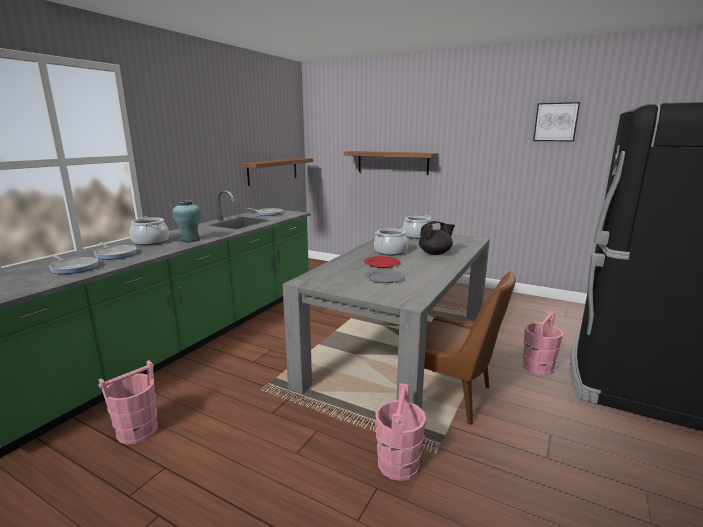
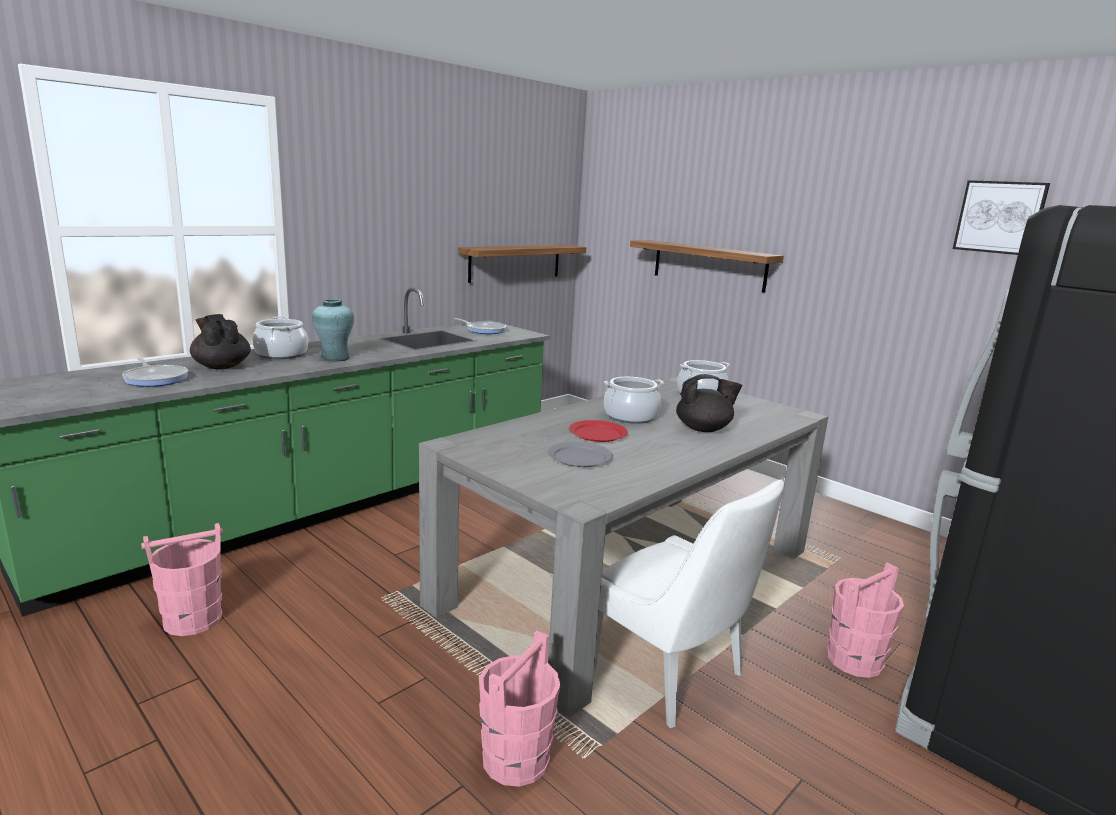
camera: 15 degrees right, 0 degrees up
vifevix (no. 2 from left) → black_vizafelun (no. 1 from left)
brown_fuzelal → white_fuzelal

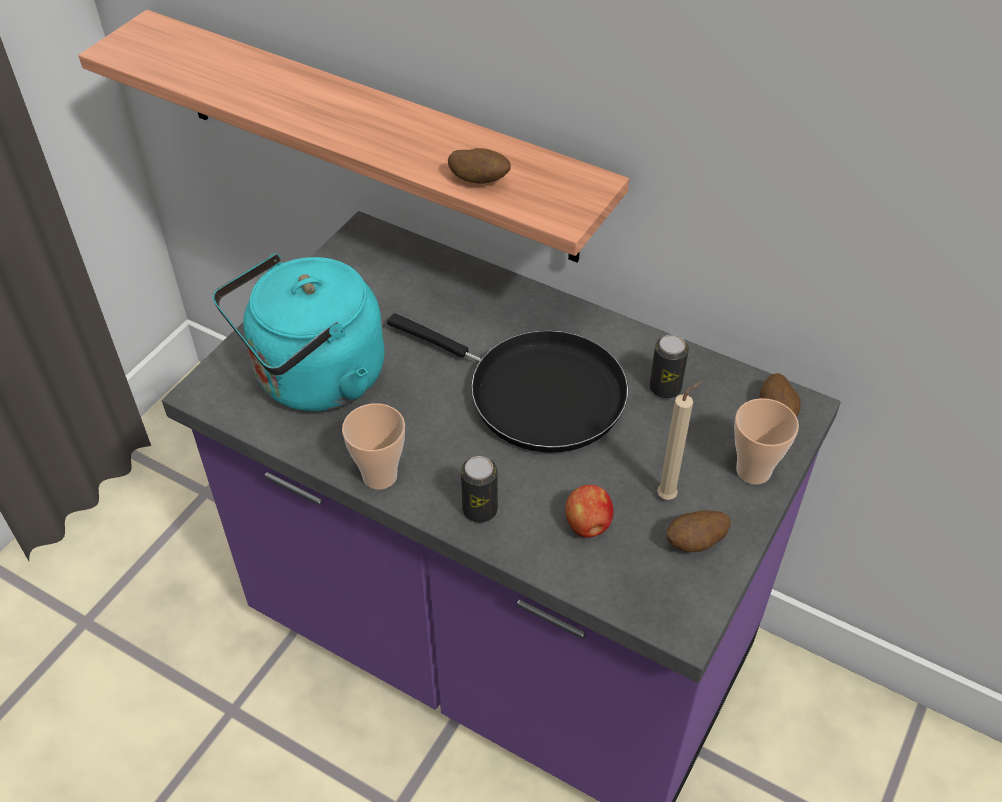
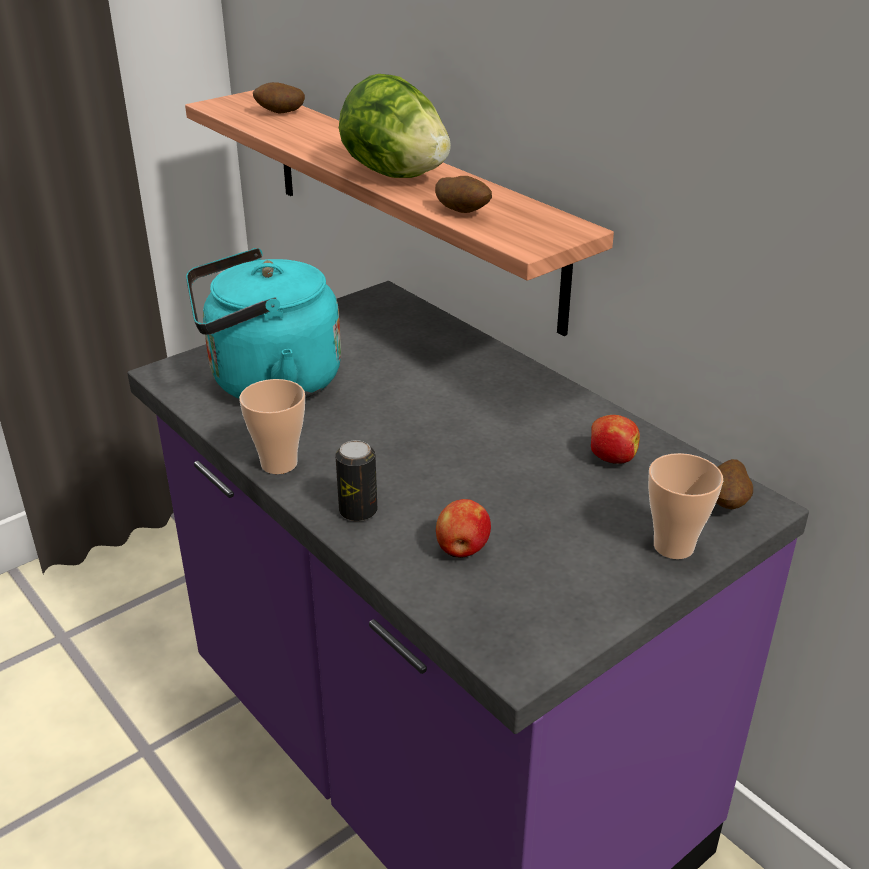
camera: 20 degrees right, 15 degrees down
black_vifevix → -
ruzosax (no. 2 from left) → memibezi (no. 2 from left)
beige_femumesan → -
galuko (no. 2 from left in the first image) → galuko (no. 1 from left), relocated
- → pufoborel

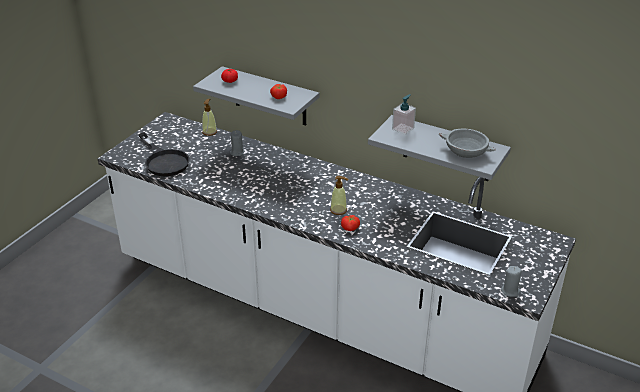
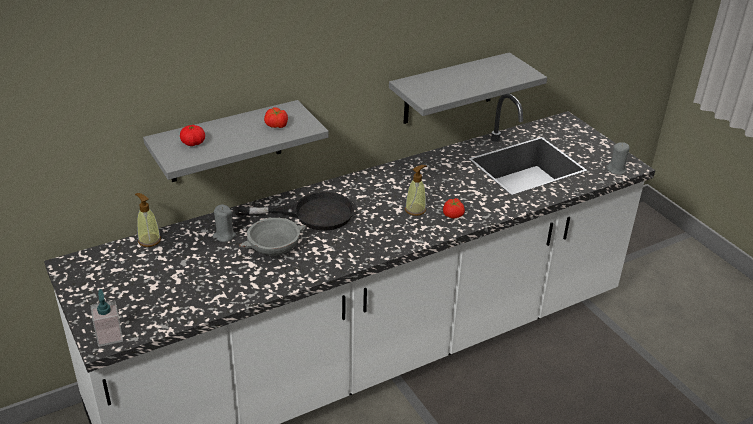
camera: 60 degrees left, 0 degrees up
black_vifevix, relocated
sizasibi (no. 3 from left in the first image) → sizasibi (no. 1 from left), relocated
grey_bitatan, relocated

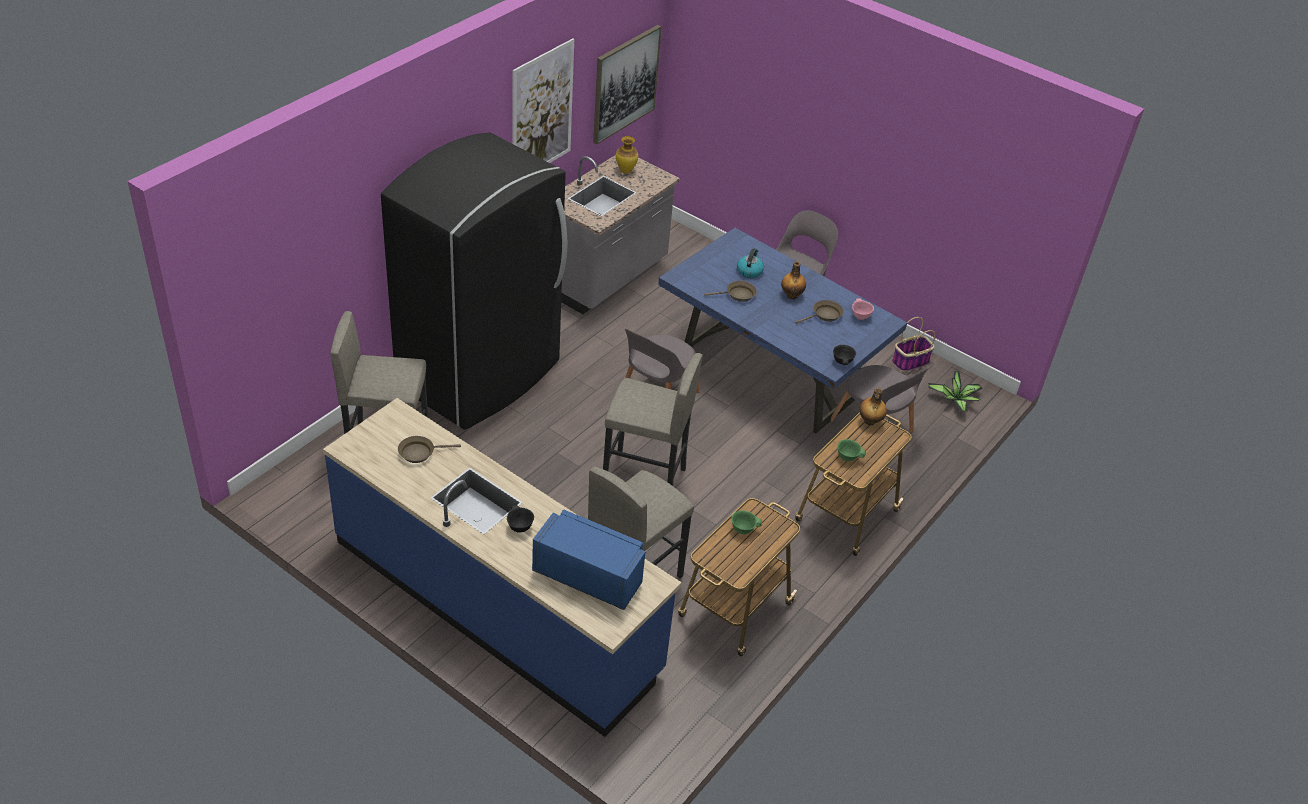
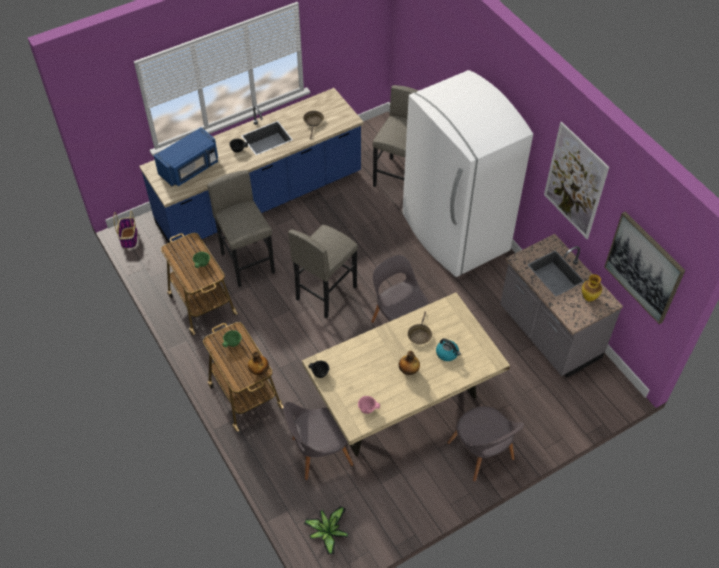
camera: 115 degrees right, 10 degrees up
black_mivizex → white_mivizex
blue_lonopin → beige_lonopin
brown_vifevix (no. 3 from left) → -
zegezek, relocated

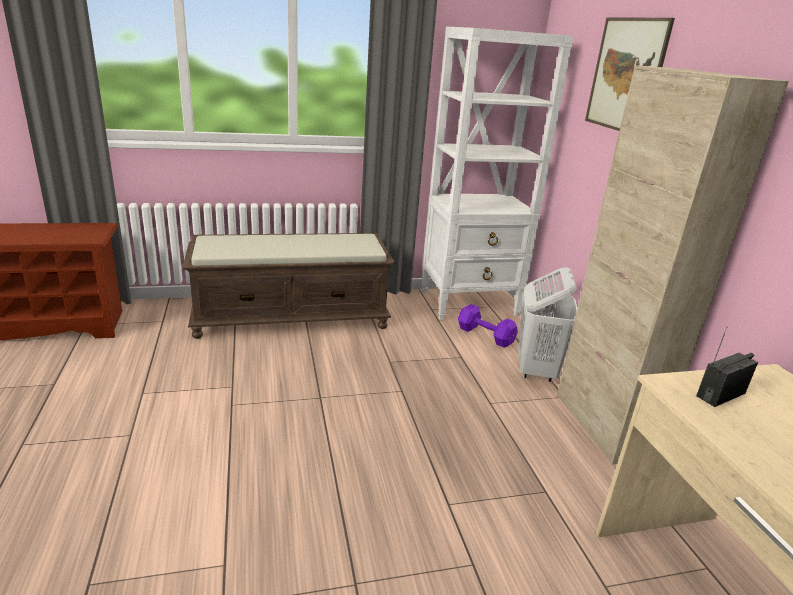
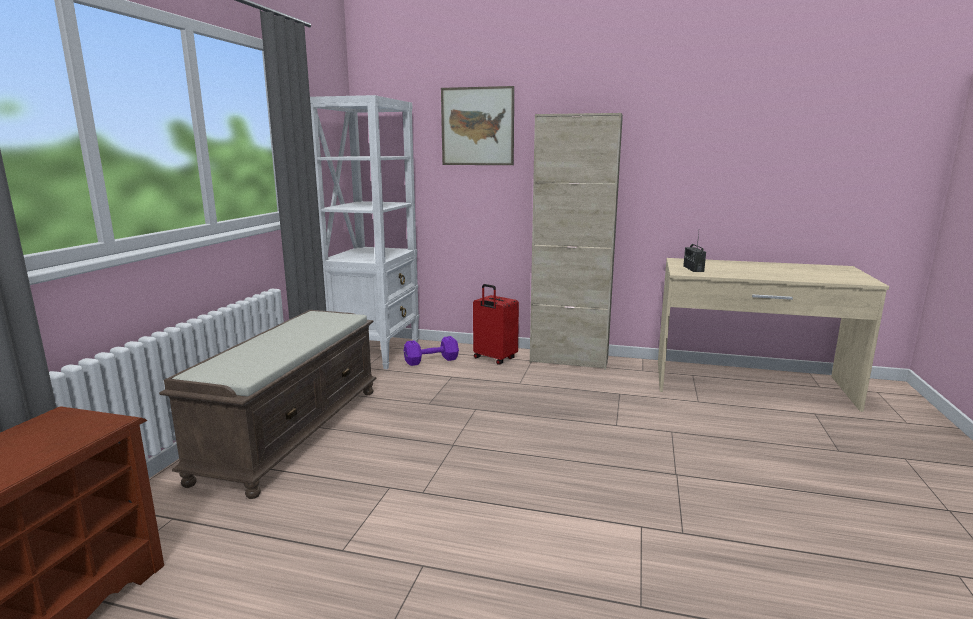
camera: 60 degrees left, 10 degrees down
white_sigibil → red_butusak

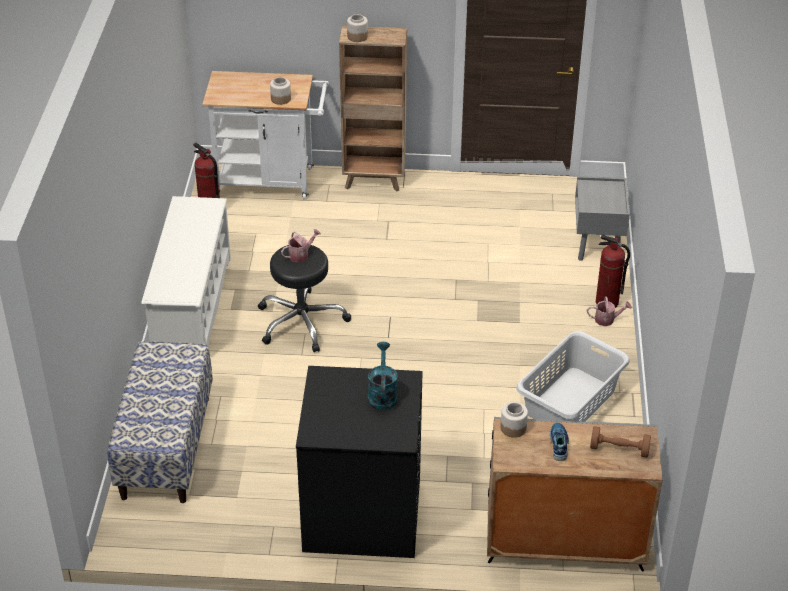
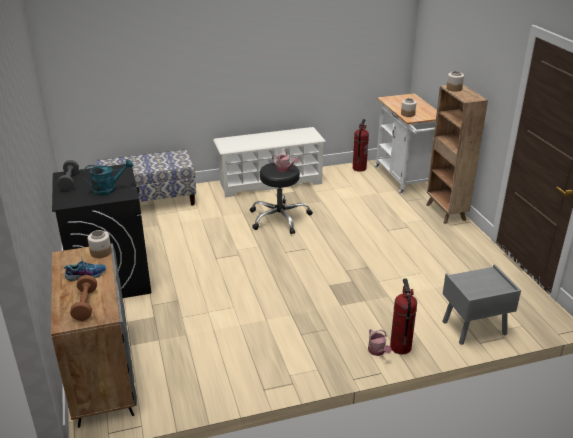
camera: 70 degrees right, 10 degrees down
grey_sigibil → -
- → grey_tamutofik

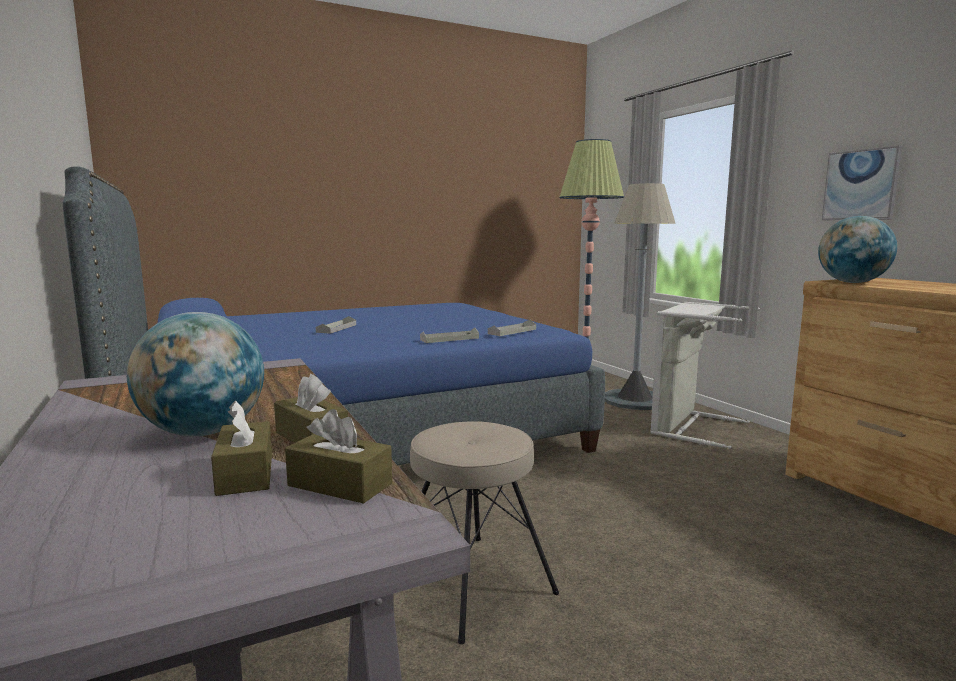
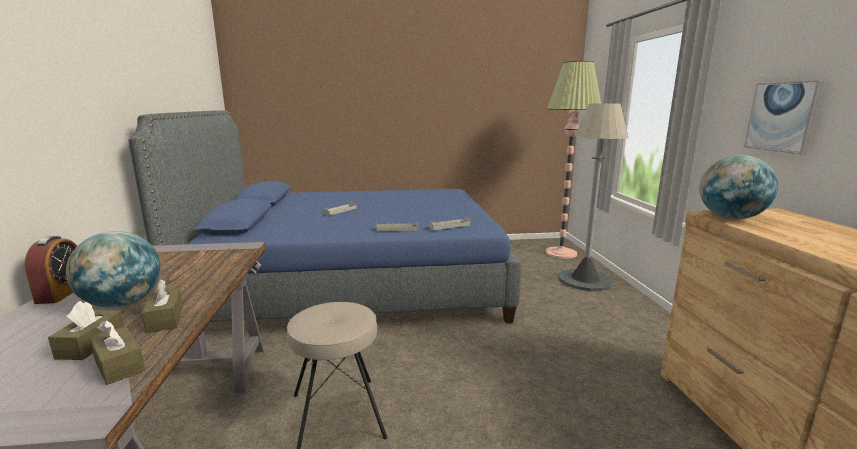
camera: 20 degrees right, 5 degrees up
grey_sigibil → -
- → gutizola

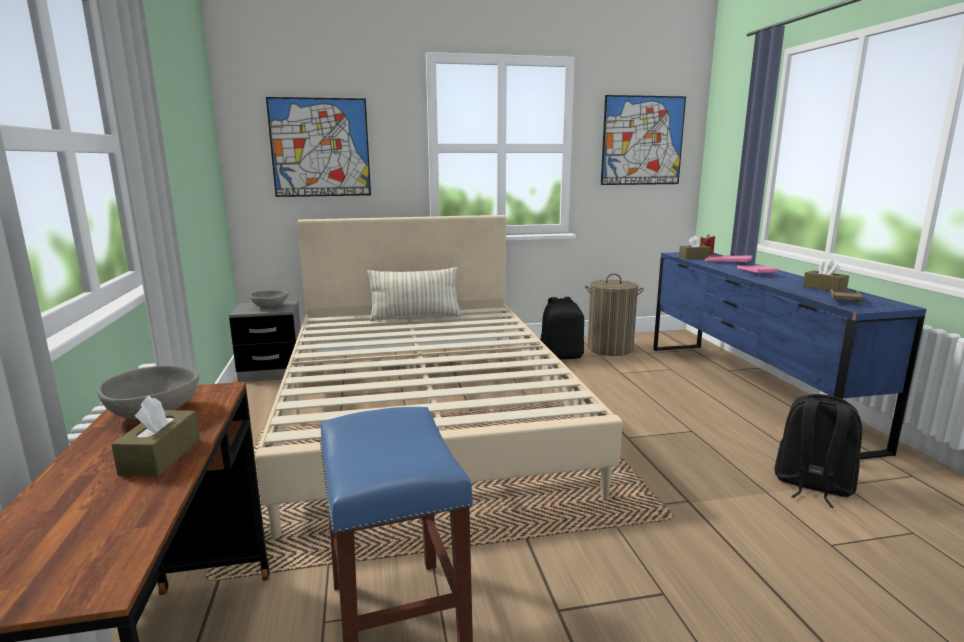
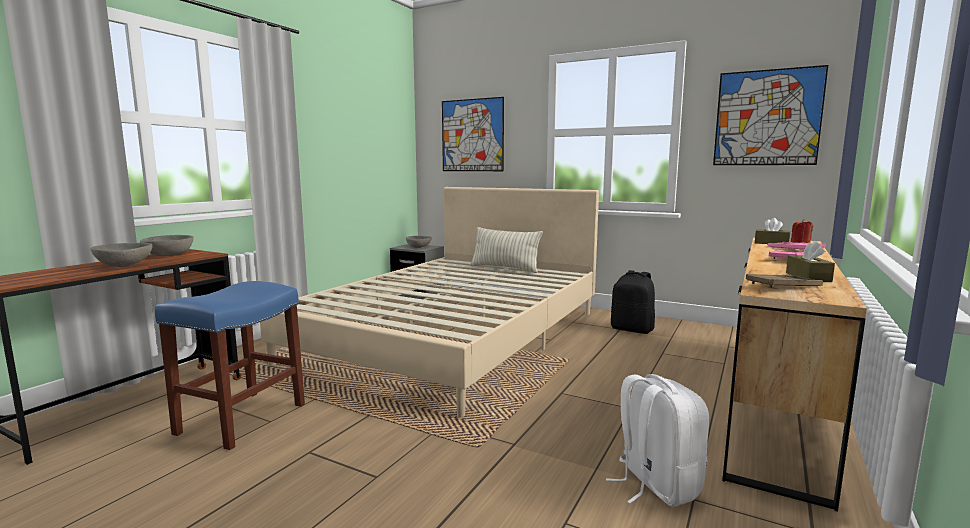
camera: 40 degrees right, 5 degrees down
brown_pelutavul (no. 1 from left) → grey_bitatan (no. 1 from left)
sigibil → -
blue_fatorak → brown_fatorak
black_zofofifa (no. 2 from left) → white_zofofifa

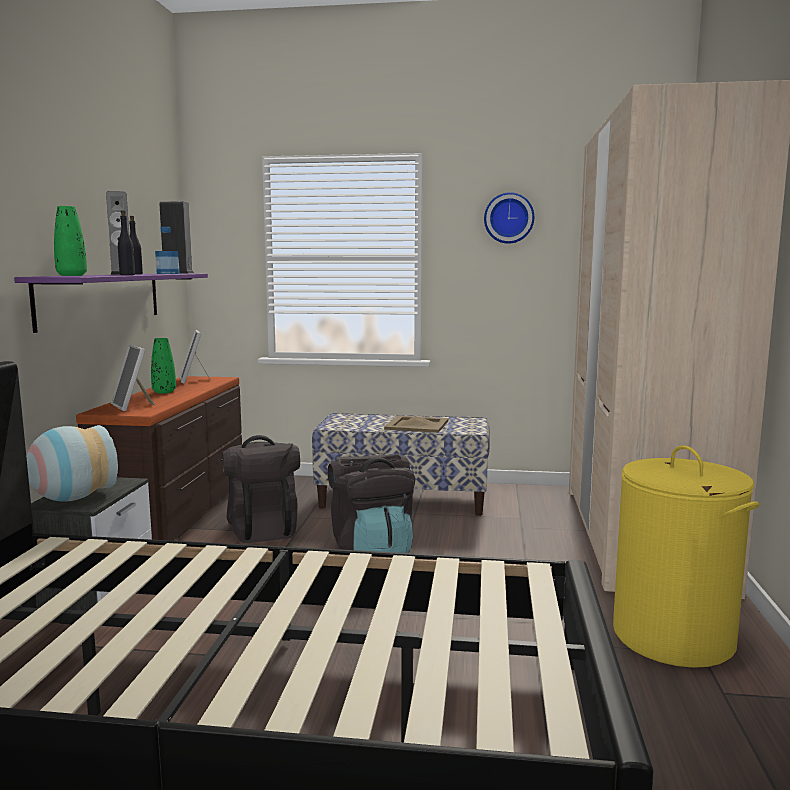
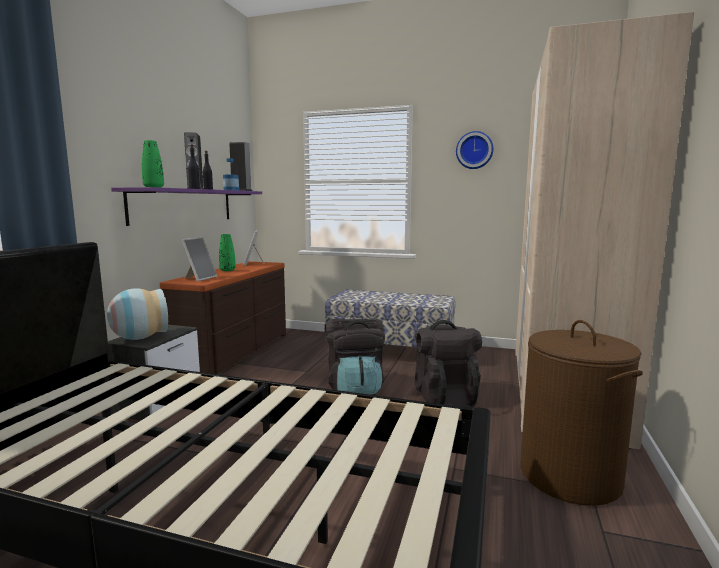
camera: 10 degrees right, 0 degrees up
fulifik (no. 1 from left), 135 degrees counterclockwise
black_zofofifa (no. 1 from left in the first image) → black_zofofifa (no. 2 from left), relocated
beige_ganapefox → -
yellow_sigibil → brown_sigibil

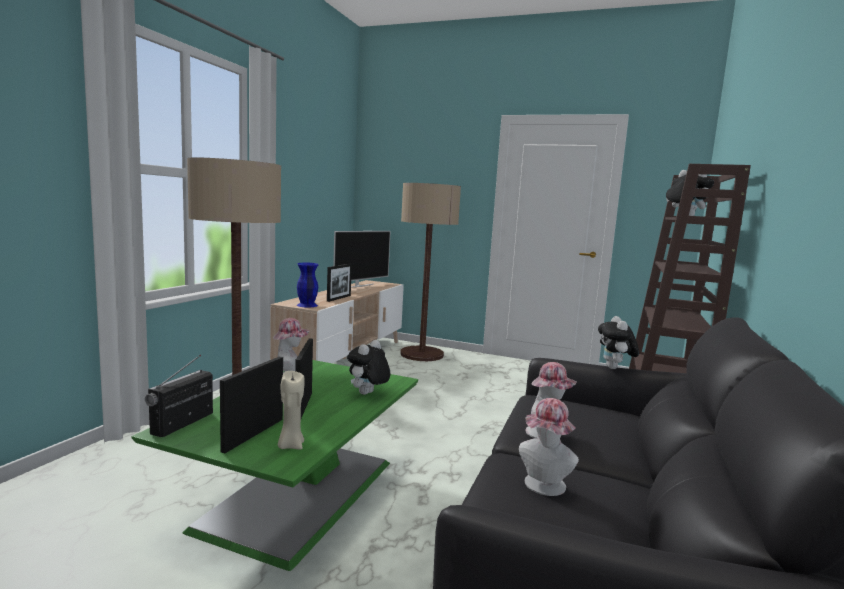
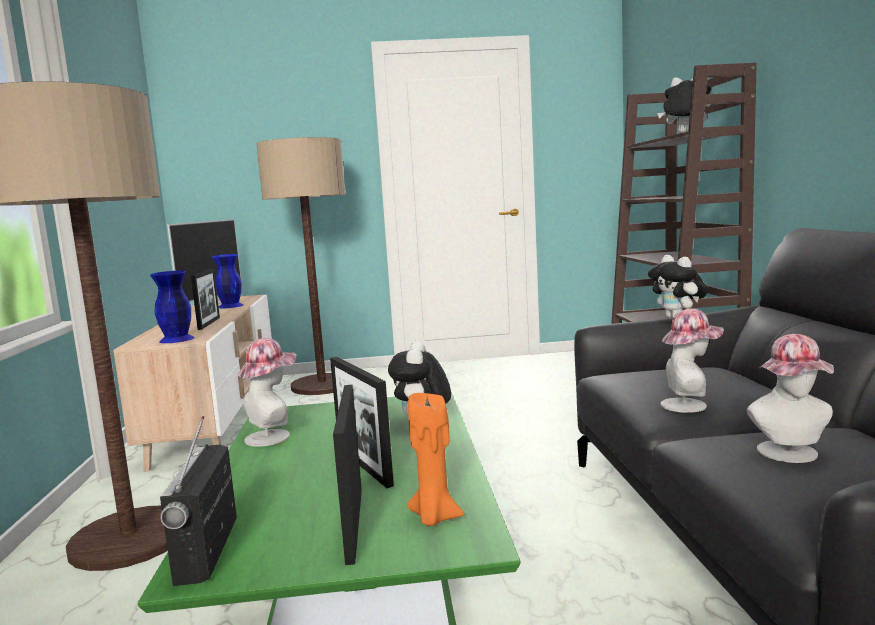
camera: 25 degrees left, 0 degrees up
beige_femumesan → orange_femumesan
- → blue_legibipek (no. 2 from left)

